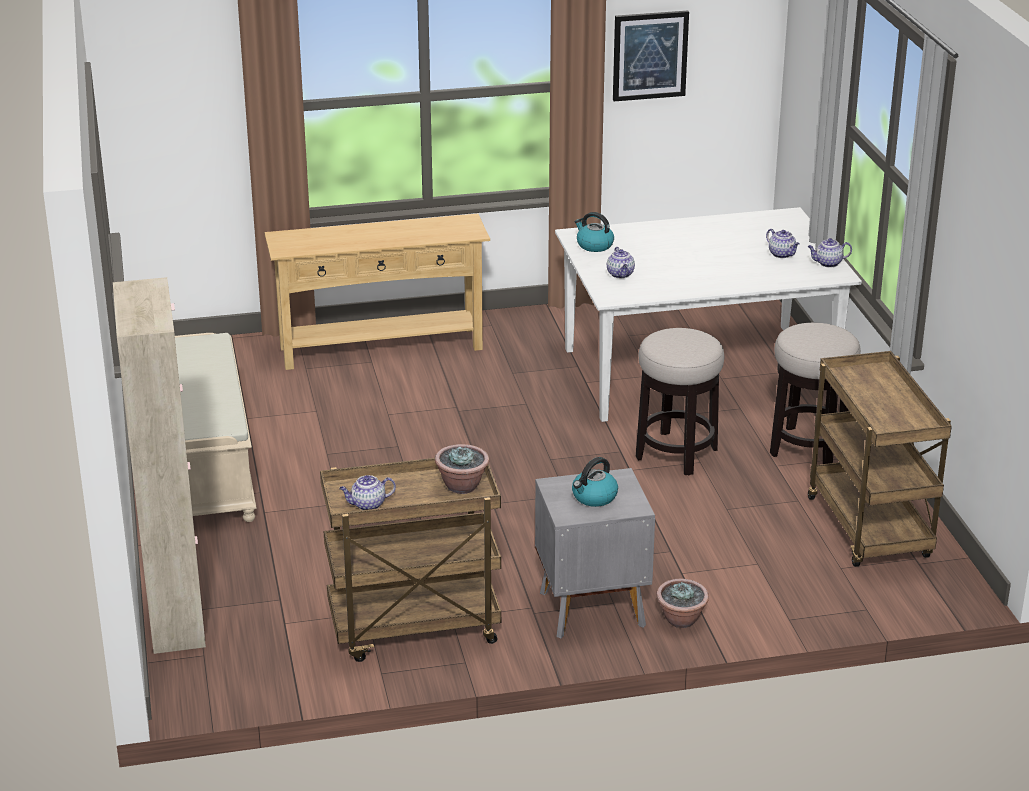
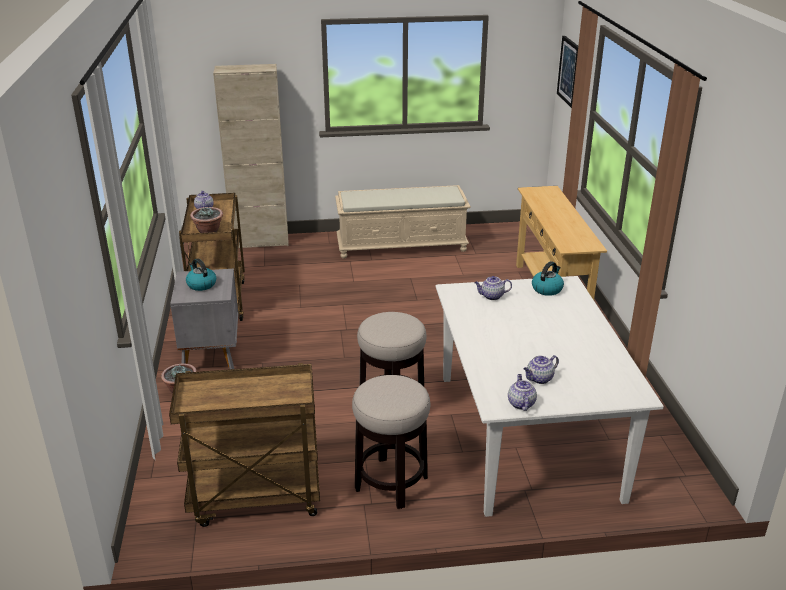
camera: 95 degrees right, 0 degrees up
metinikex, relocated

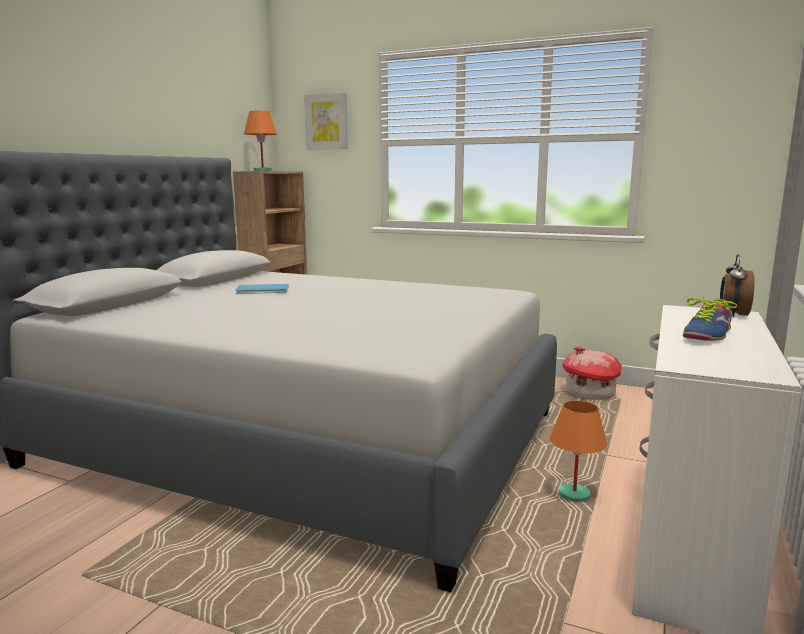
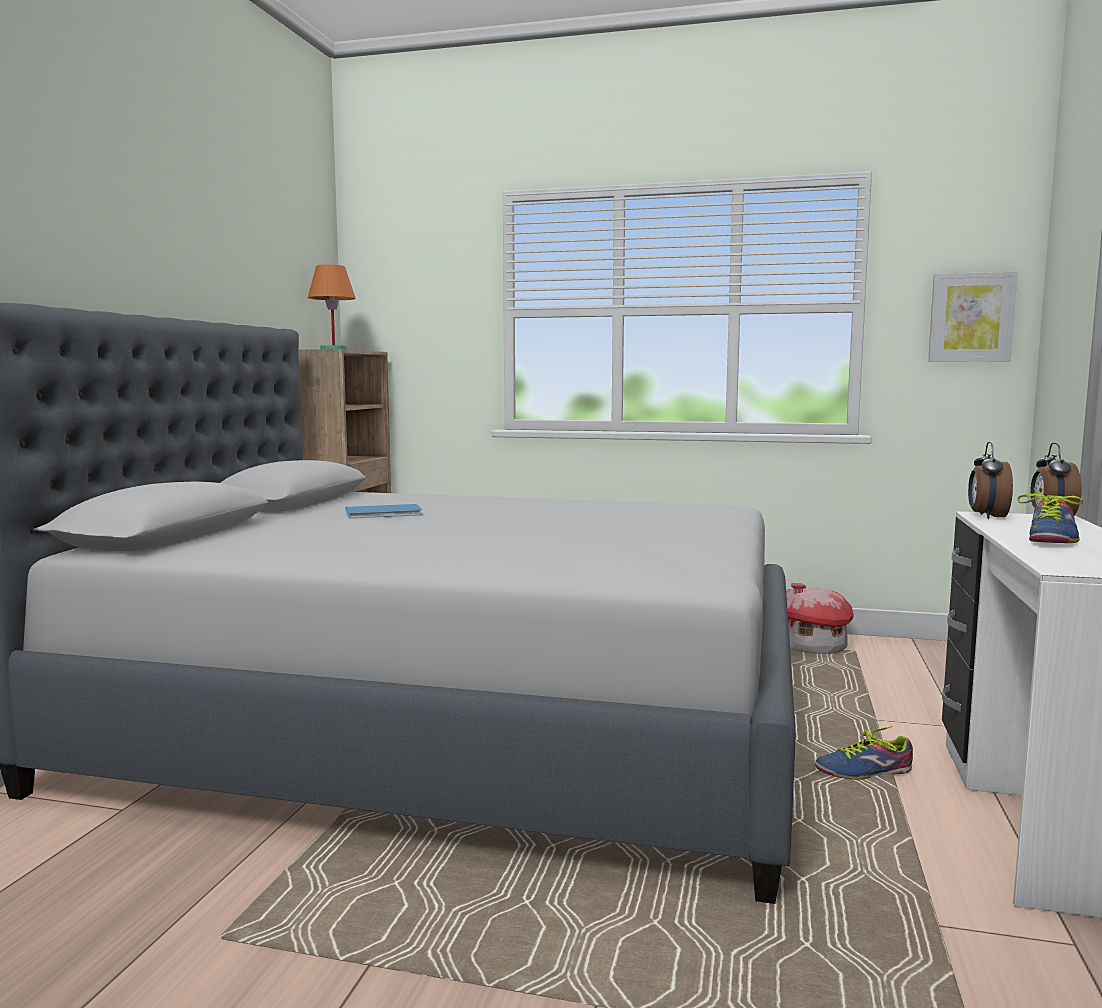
camera: 10 degrees left, 5 degrees down
metinikex, relocated
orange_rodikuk (no. 2 from left) → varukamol (no. 1 from left)
- → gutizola (no. 1 from left)

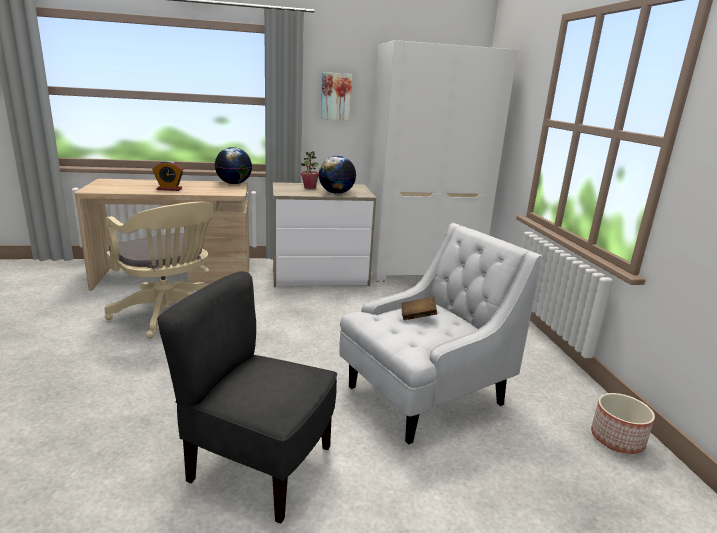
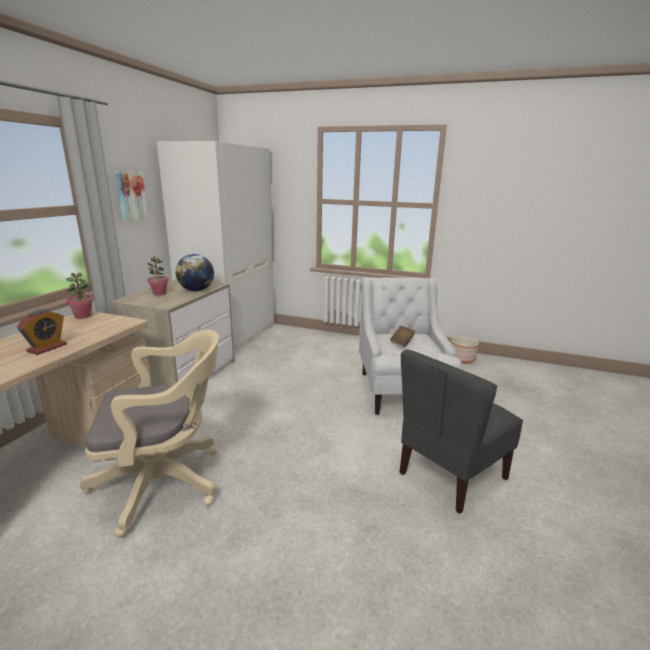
camera: 60 degrees left, 0 degrees up
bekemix (no. 1 from left) → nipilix (no. 1 from left)

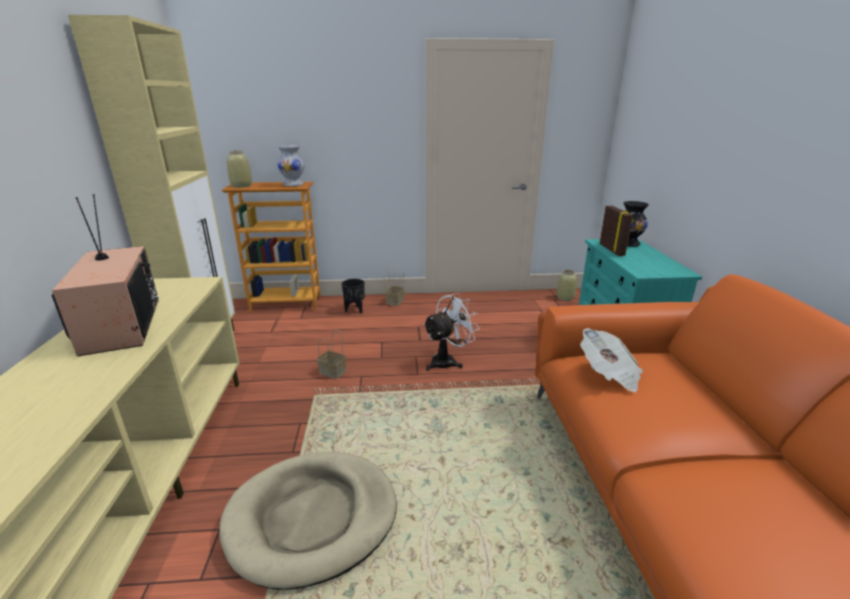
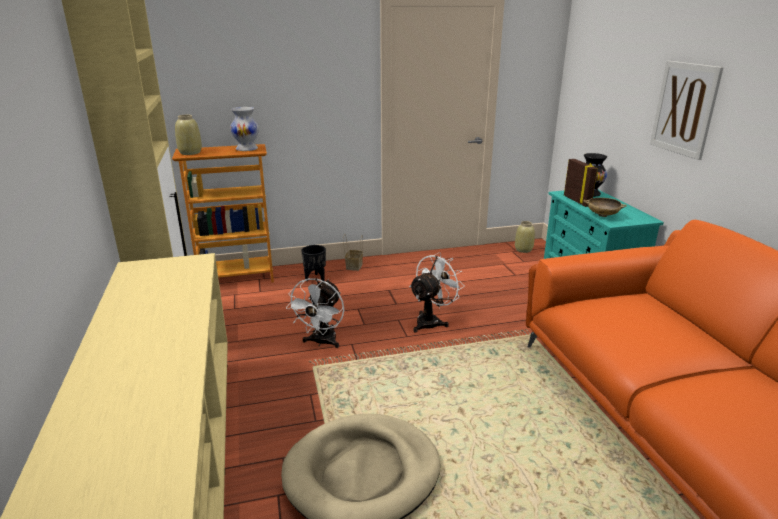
camera: 10 degrees left, 0 degrees up
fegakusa → -
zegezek (no. 1 from left) → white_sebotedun (no. 1 from left)
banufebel → -
- → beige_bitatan
- → metinikex

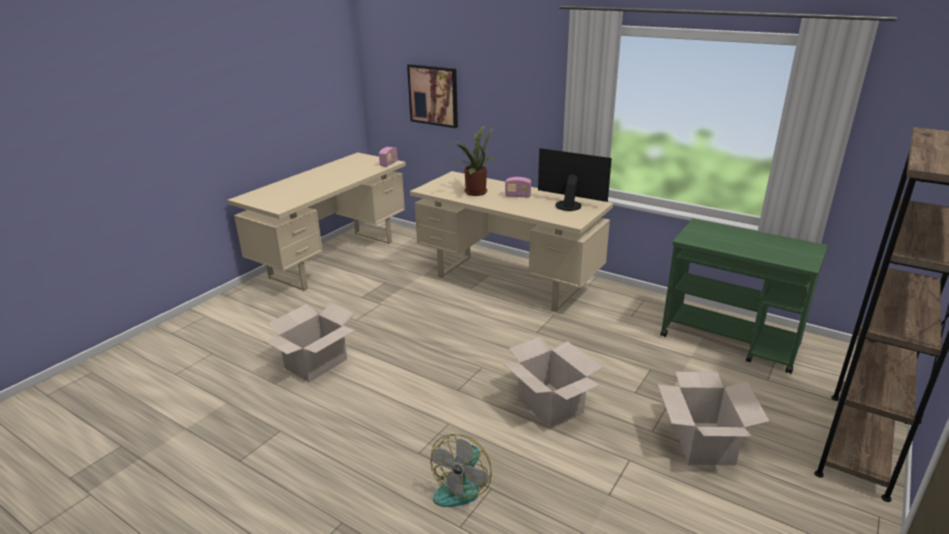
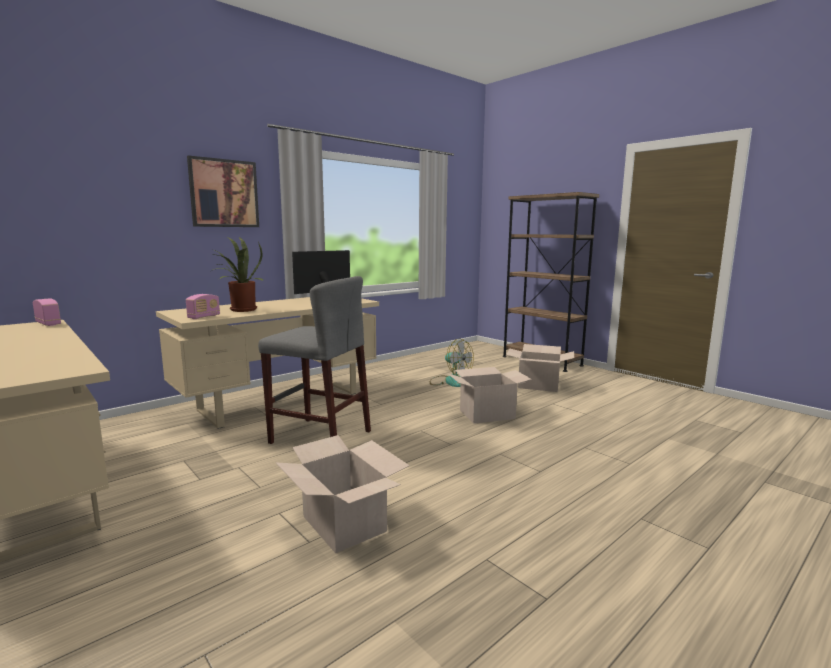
camera: 75 degrees left, 15 degrees down
metinikex, relocated
sebotedun, relocated
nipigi (no. 2 from left), relocated
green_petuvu → -
- → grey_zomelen

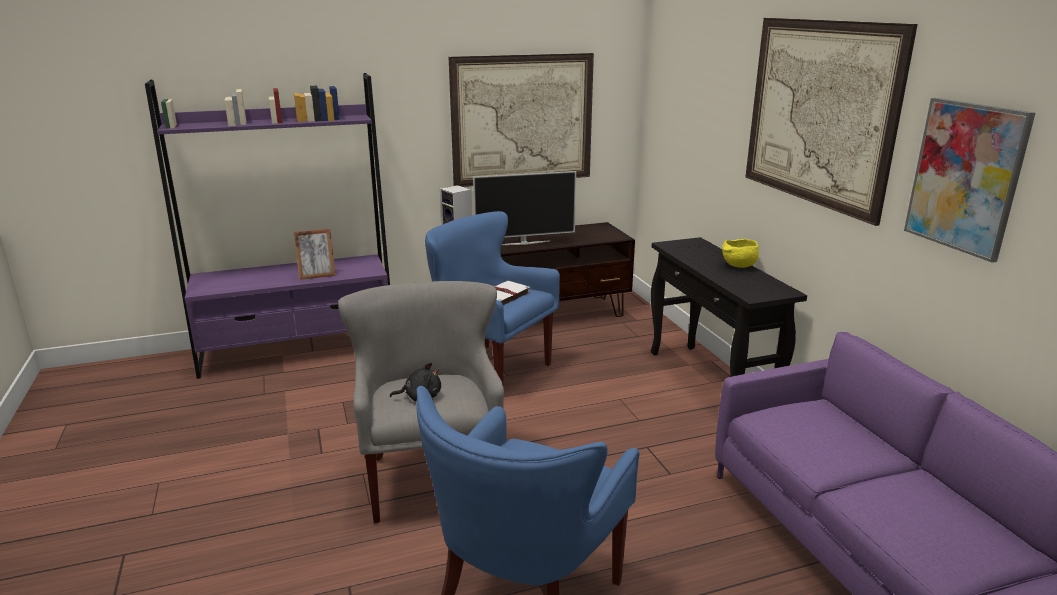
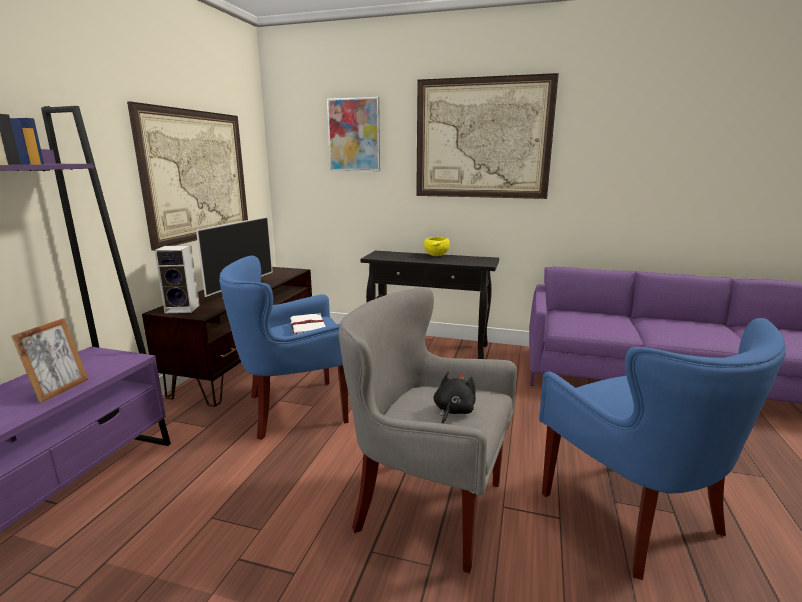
camera: 55 degrees left, 5 degrees down
metinikex (no. 3 from left in the first image) → metinikex (no. 2 from left), relocated

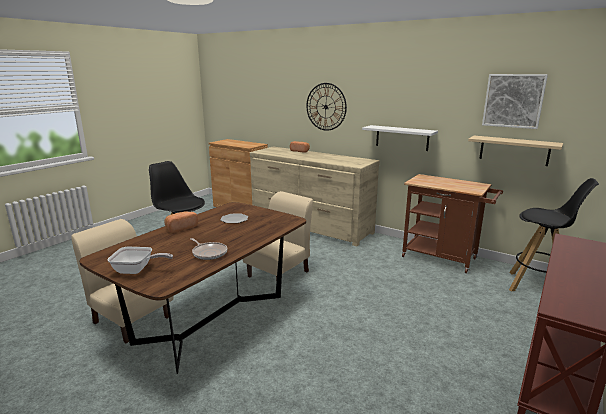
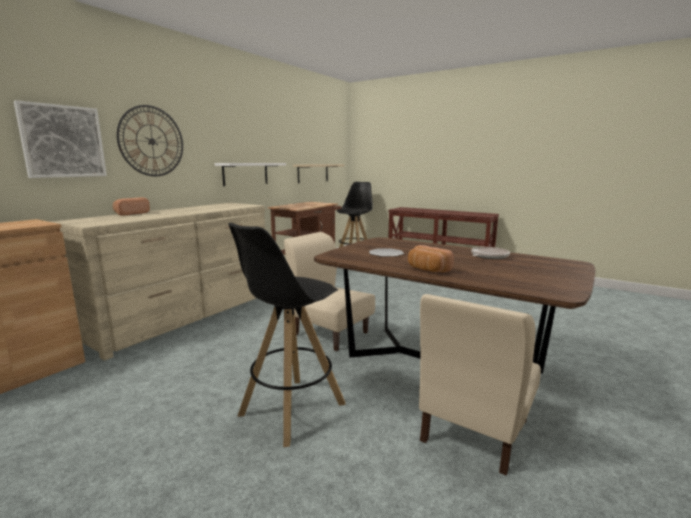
camera: 90 degrees left, 5 degrees down
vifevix (no. 1 from left) → -
metinikex, relocated

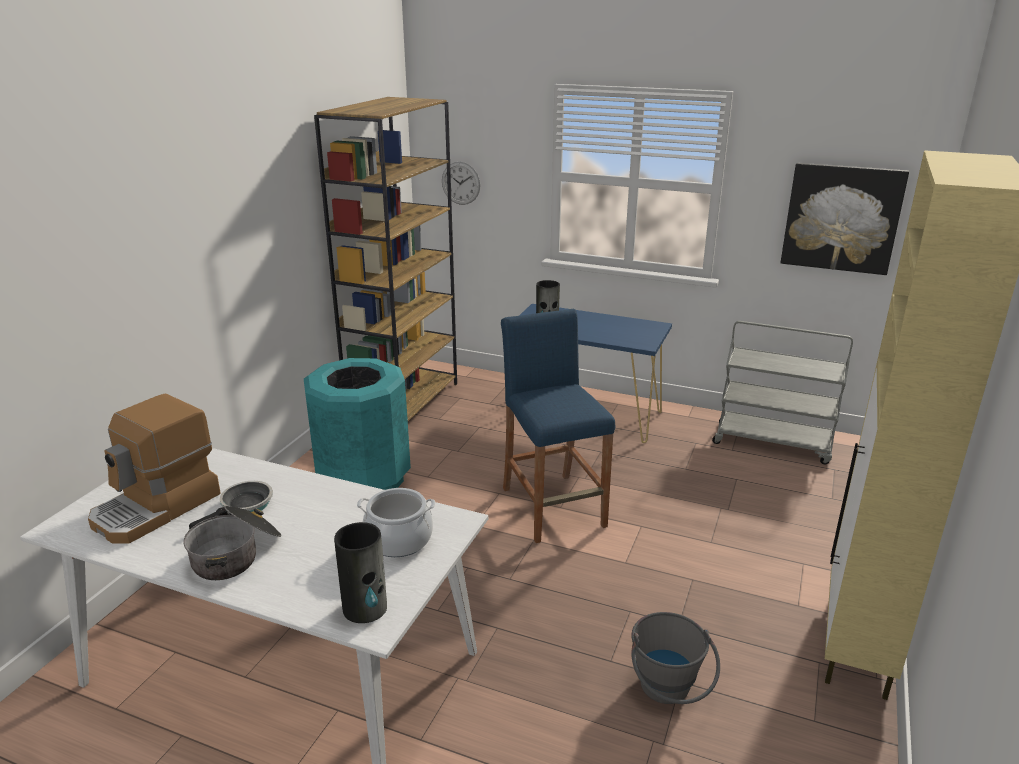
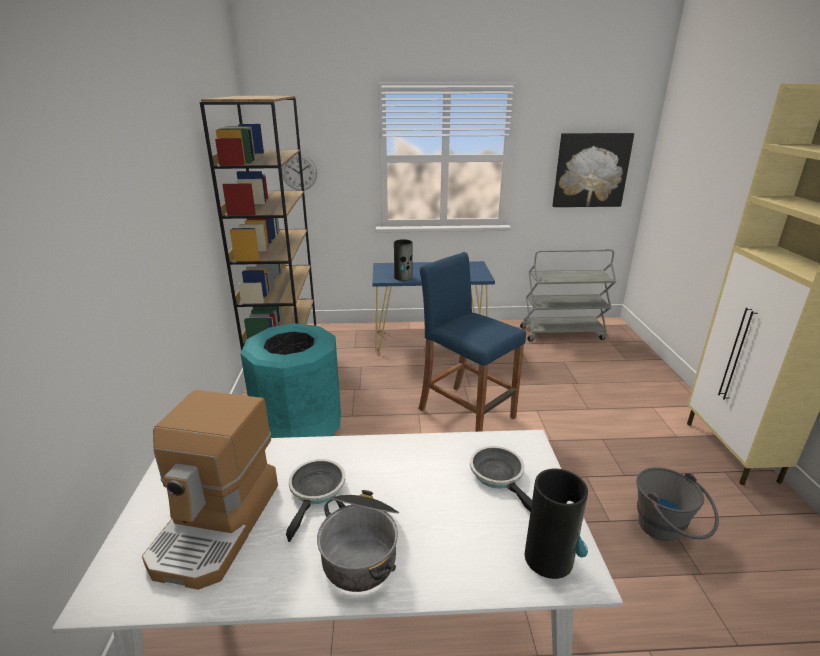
camera: 25 degrees left, 0 degrees up
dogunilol (no. 2 from left) → vifevix (no. 2 from left)

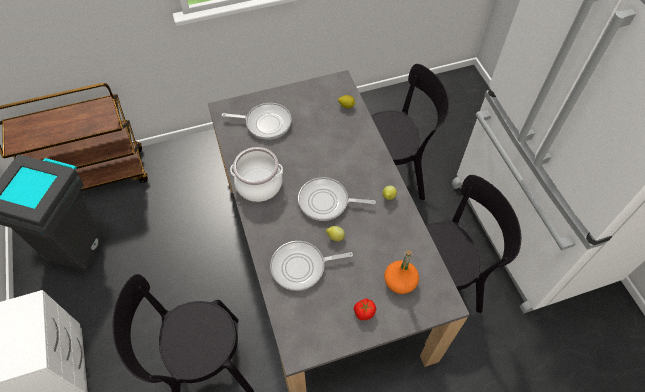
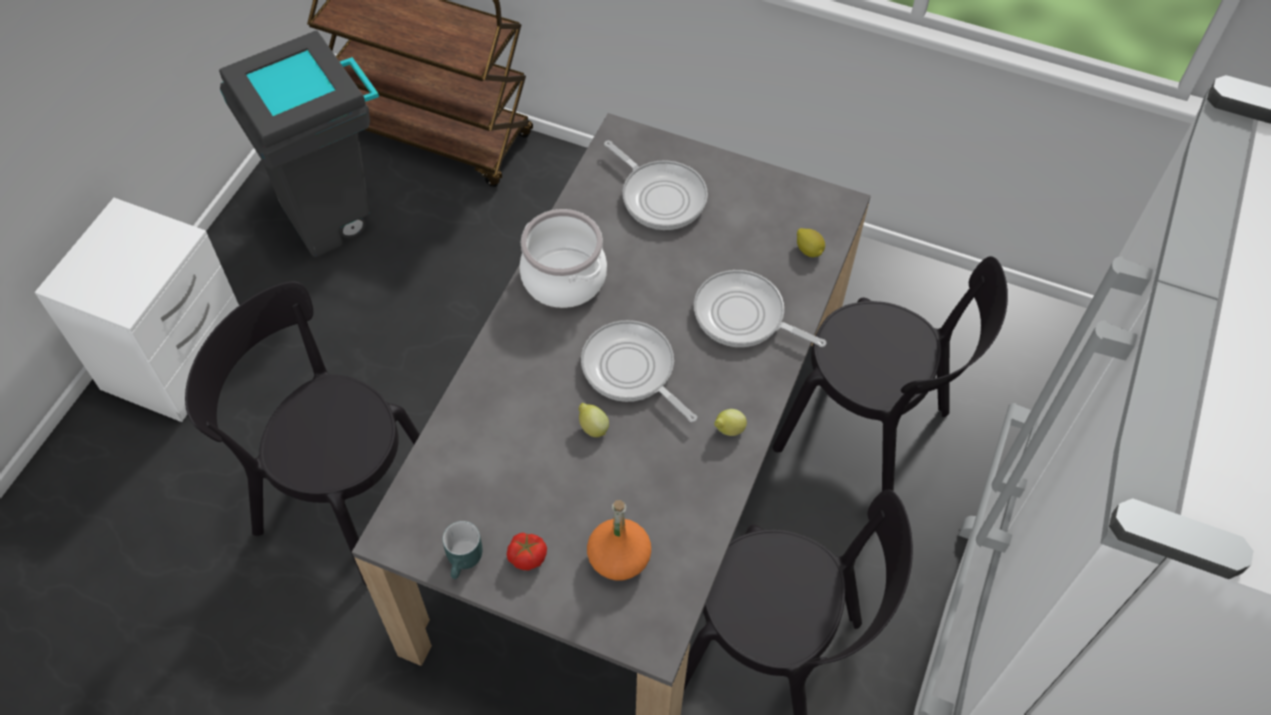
camera: 40 degrees right, 0 degrees up
vifevix (no. 2 from left in the first image) → vifevix (no. 3 from left), relocated
- → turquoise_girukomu

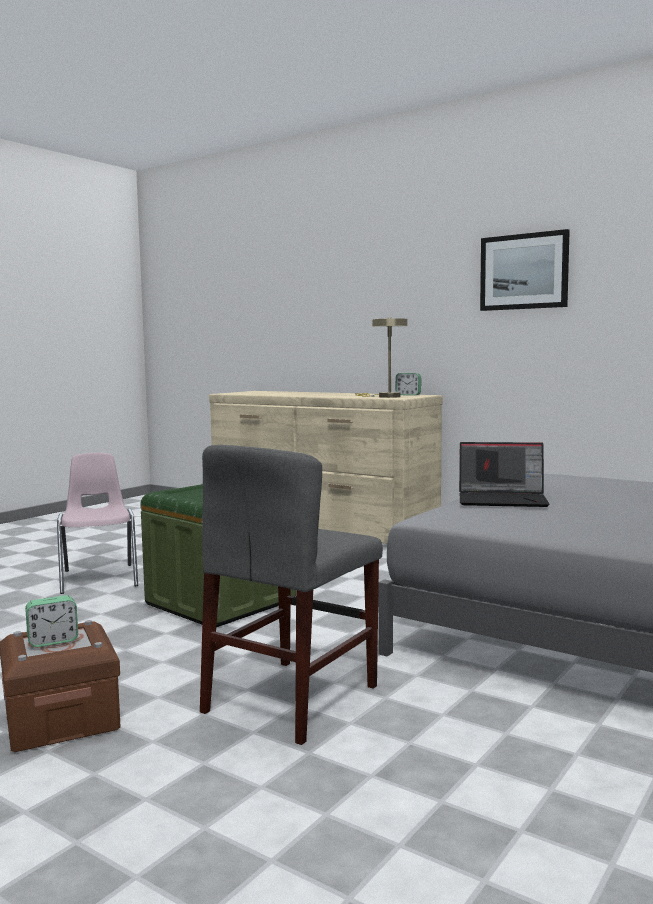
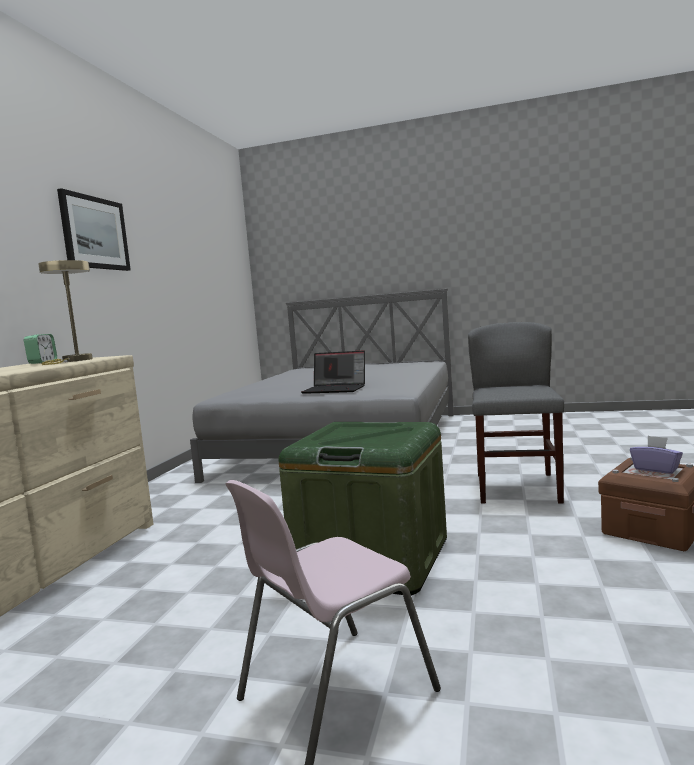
camera: 110 degrees left, 0 degrees up
gutizola (no. 1 from left) → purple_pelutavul
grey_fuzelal, 90 degrees counterclockwise
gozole, 120 degrees clockwise

